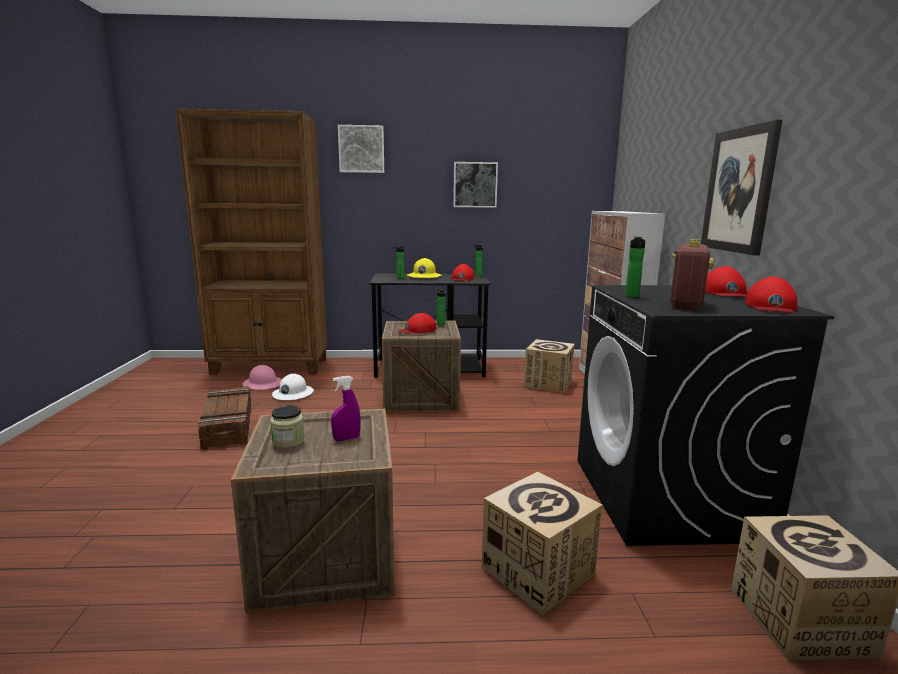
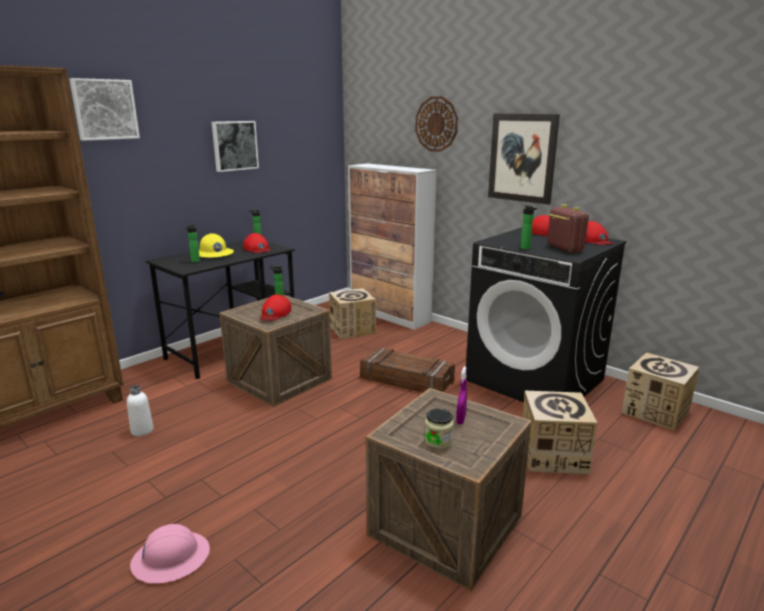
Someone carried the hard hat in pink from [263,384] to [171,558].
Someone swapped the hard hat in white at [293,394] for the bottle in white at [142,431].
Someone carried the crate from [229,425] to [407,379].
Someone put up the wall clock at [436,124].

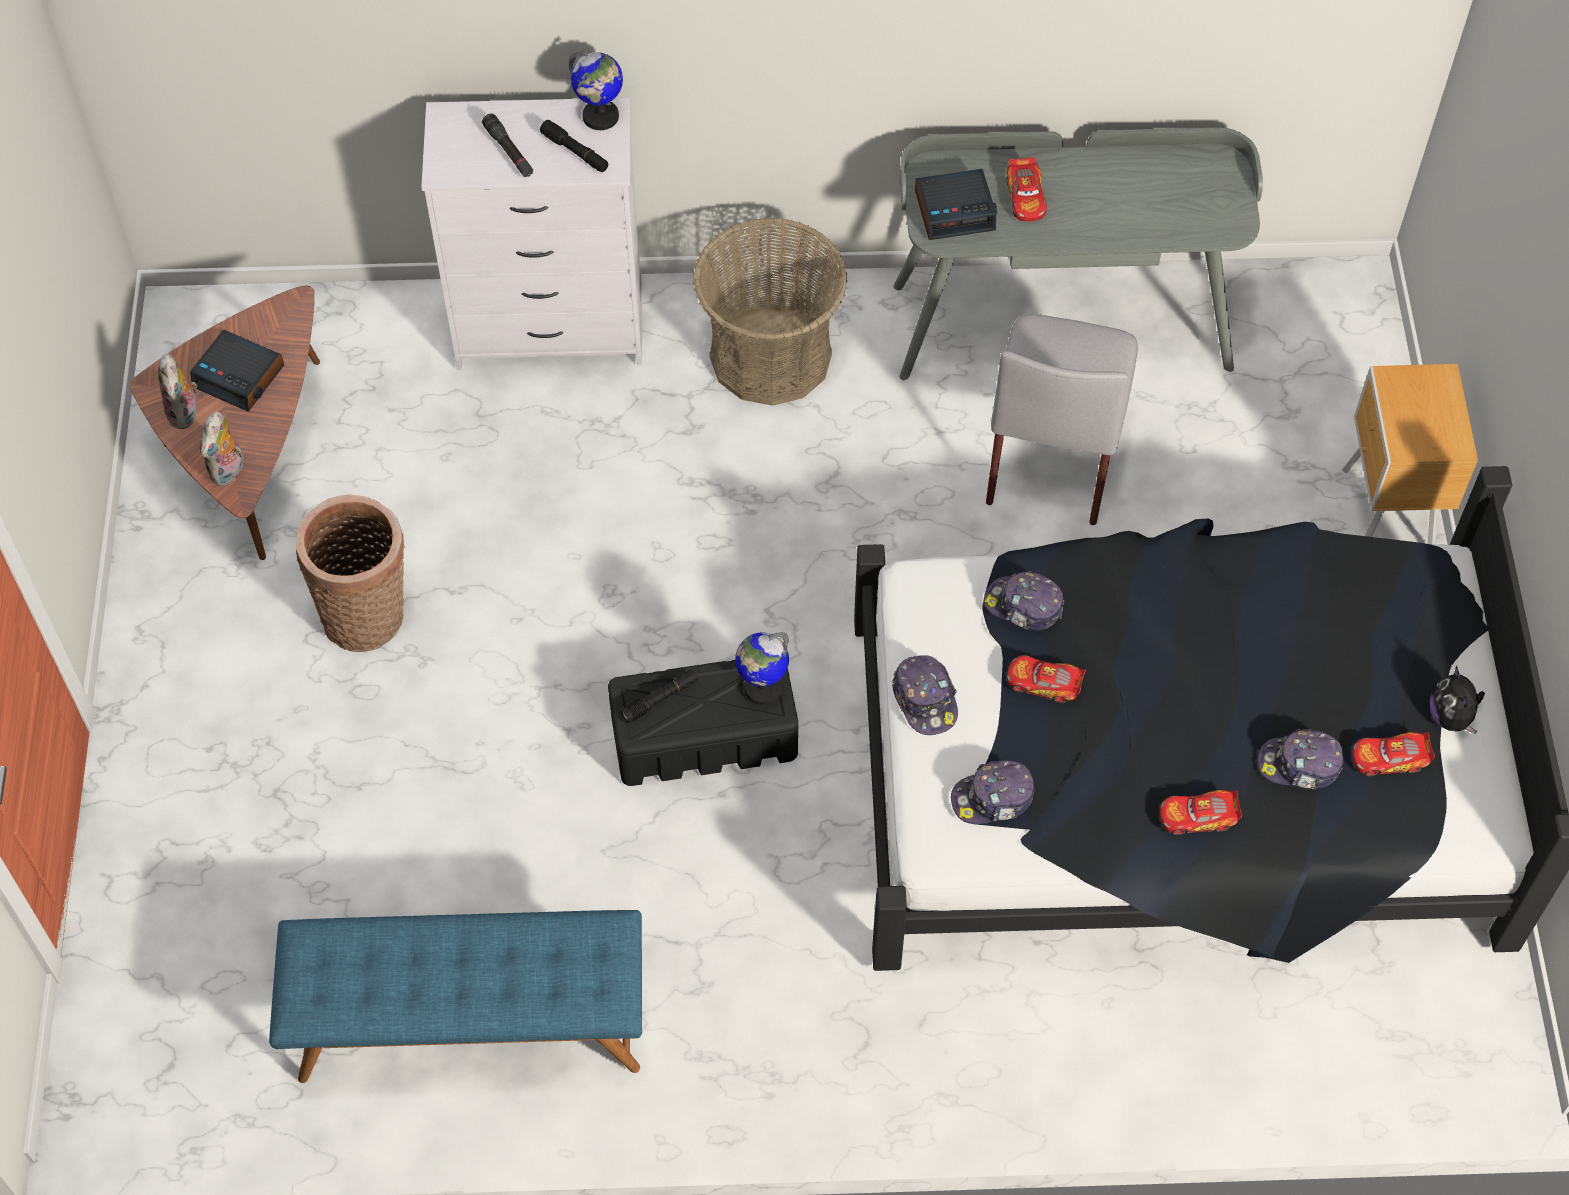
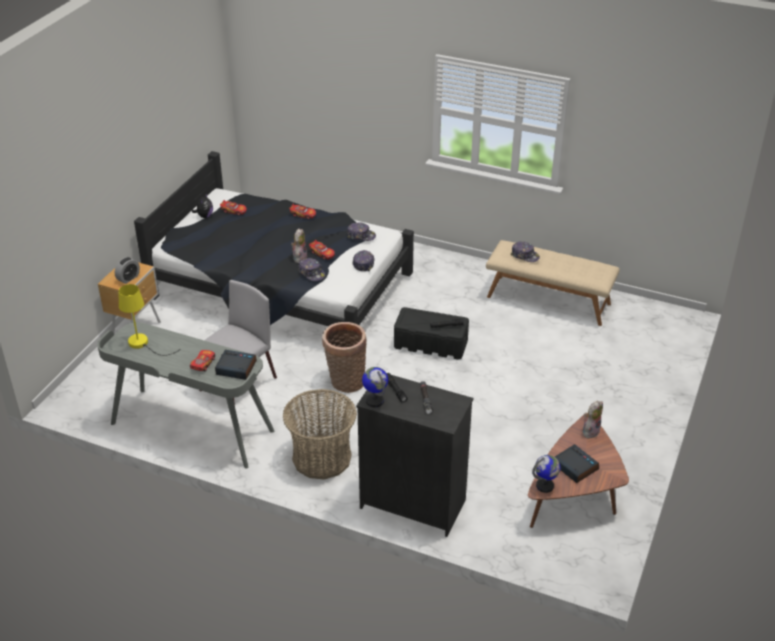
Someone repainted the dresser in white at [550,327], which became the dresser in black at [413,503].
Someone carried the plush toy from [185,413] to [299,258].
Someone carried the basket from [369,615] to [345,381].
Someone carried the globe from [762,688] to [545,486].
Someone carried the cap from [1299,765] to [525,255].
Someone repainted the bench in blue at [470,1026], which became the bench in beige at [549,300].
Someone put down the alarm clock at [128,278].
Someone put down the table lamp in yellow at [143,344].

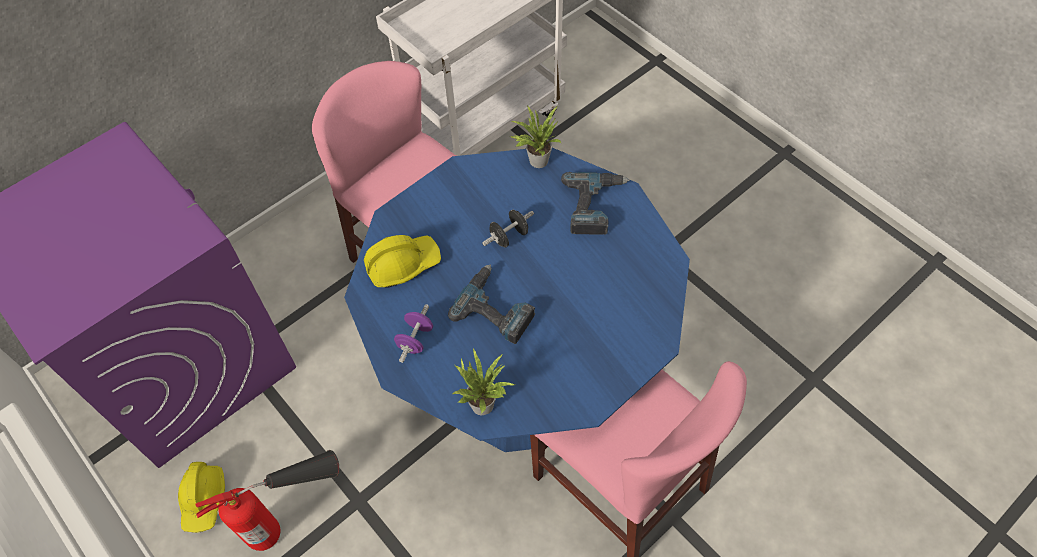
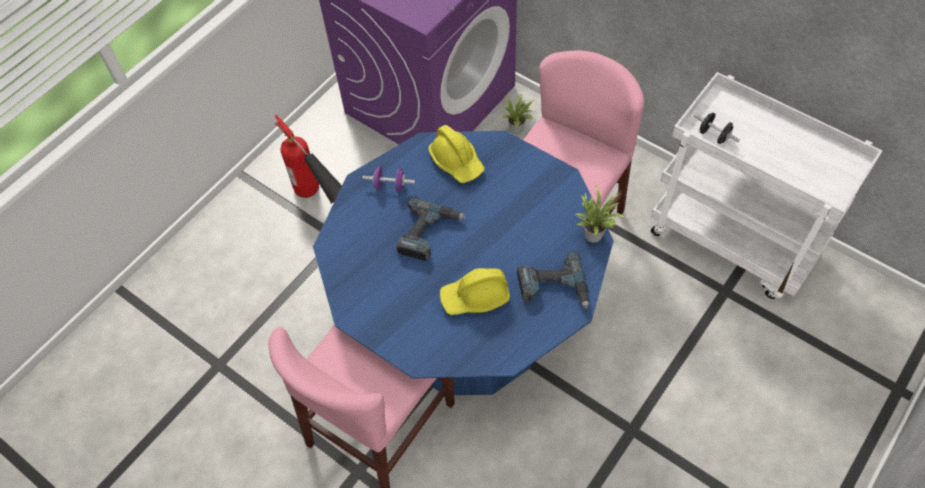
Someone carried the dumbbell in black from [509,236] to [713,135].
Someone carried the potted plant from [483,402] to [518,129].
Someone carried the hard hat in yellow from [204,499] to [475,297].

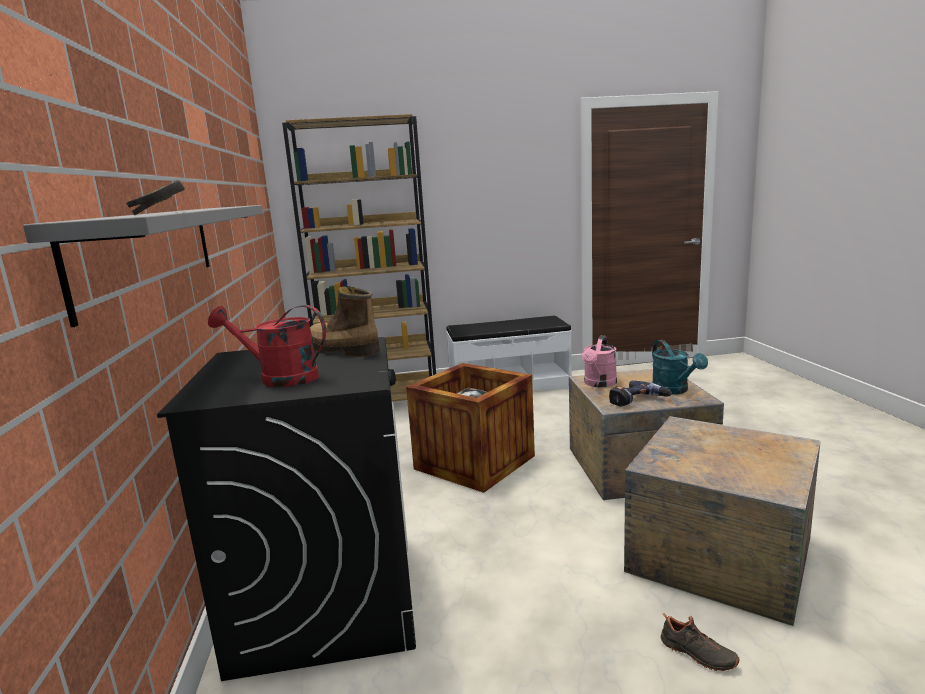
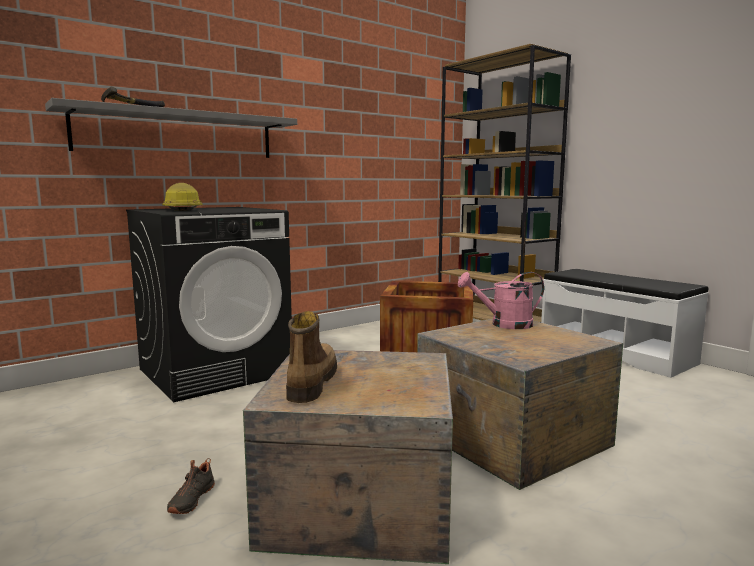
Someone carried the boot from [341,350] to [311,383].
Someone swapped the watering can in red at [279,378] for the hard hat at [183,210].
Someone took away the watering can in turquoise at [674,390].
Someone took away the power drill at [638,402].

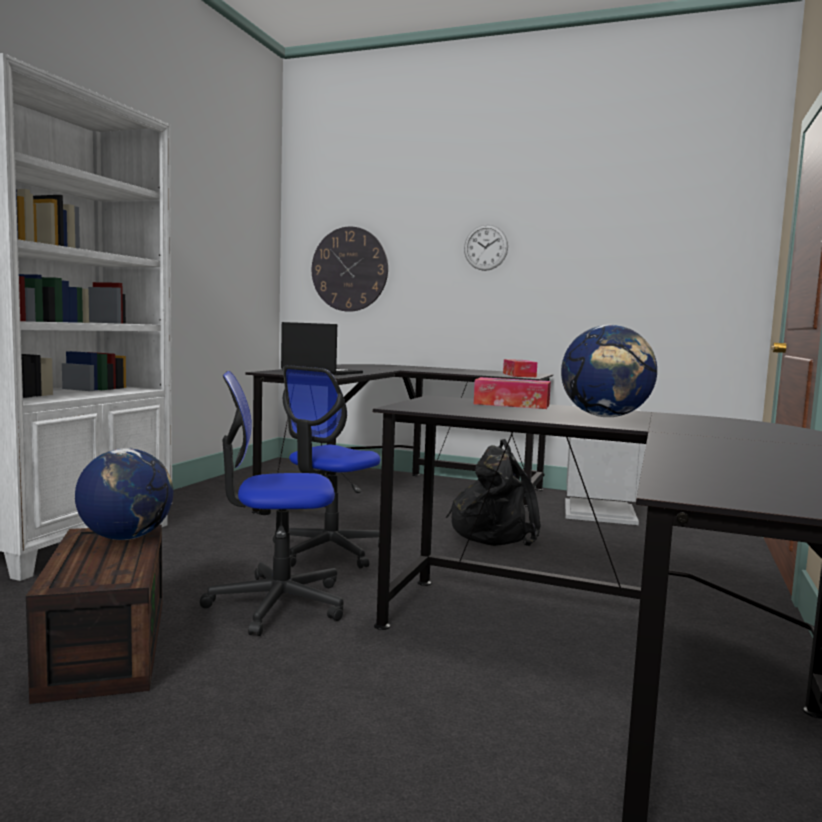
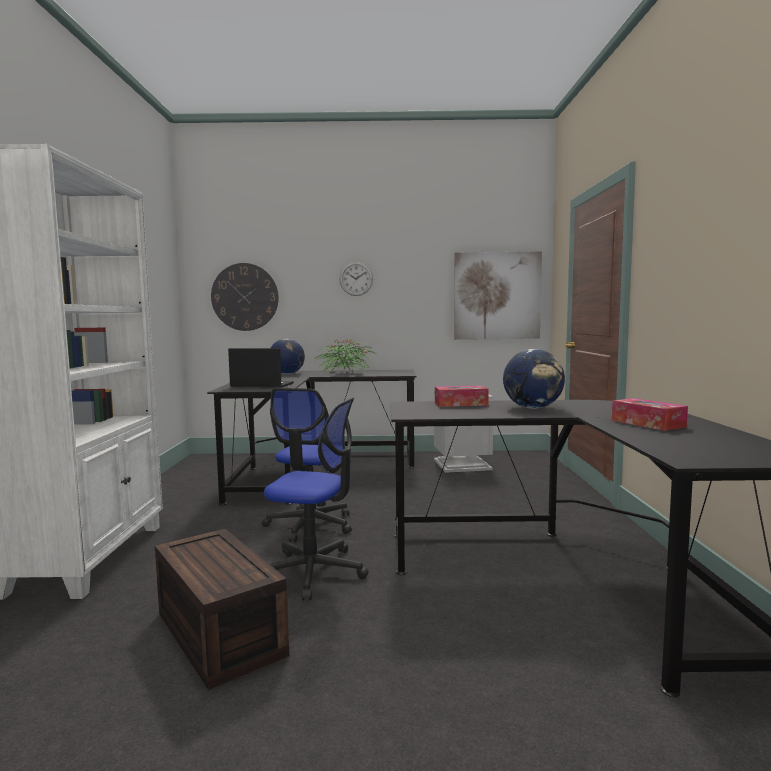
Someone carried the tissue box from [519,375] to [647,423].
Someone rotated the office chair at [277,603] by 135 degrees counterclockwise.
Someone took away the backpack in black at [494,533].
Someone carried the globe from [126,537] to [287,374].
Someone put up the picture at [497,296].
Someone put down the potted plant at [345,373].

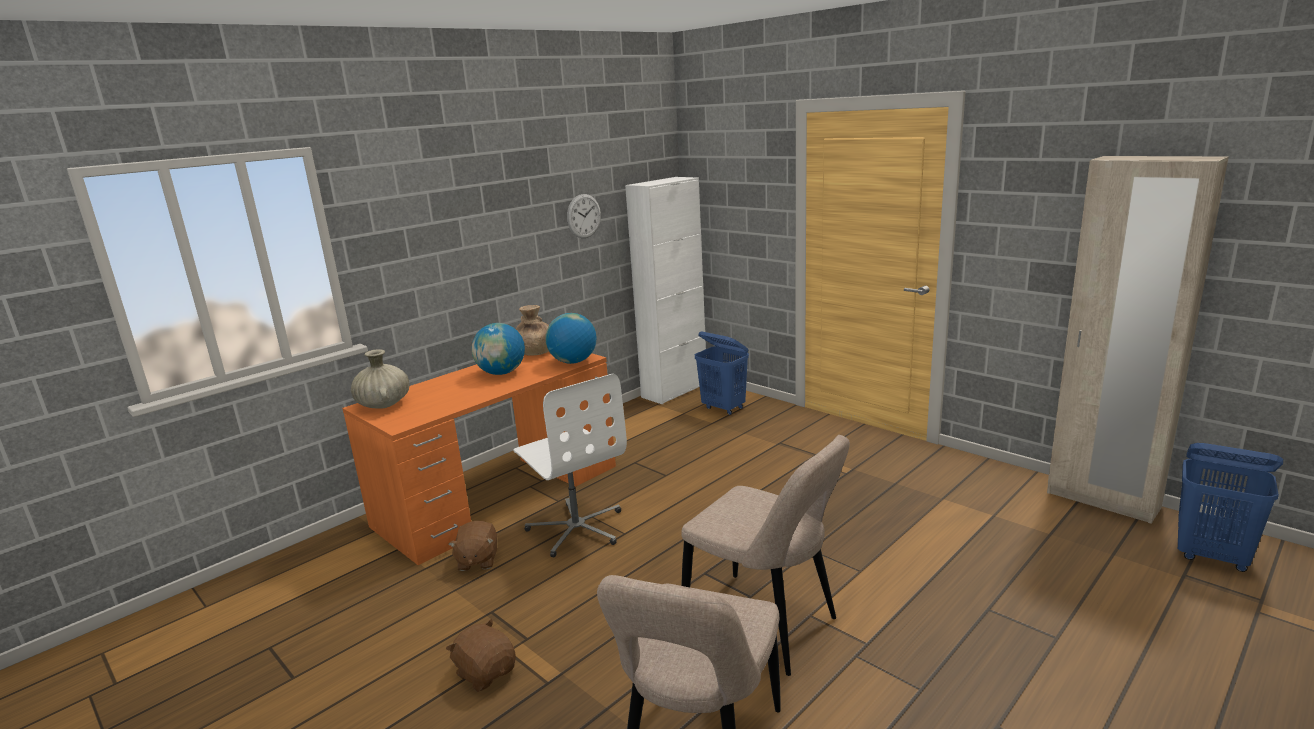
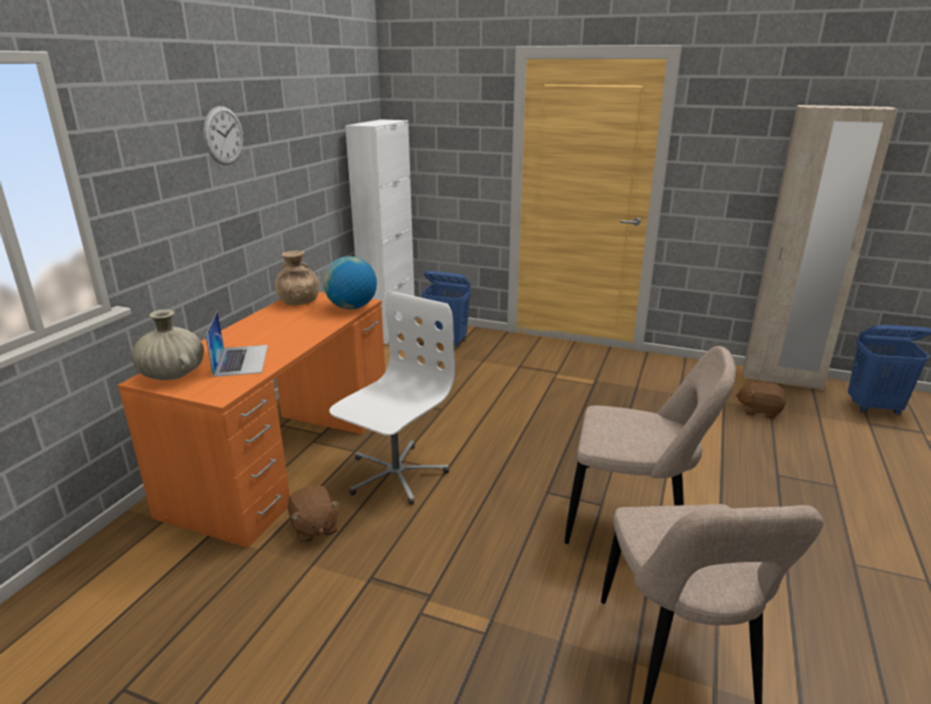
Someone carried the wall clock from [584,216] to [223,136].
Someone took away the globe at [502,373].
Someone rotated the office chair in white at [577,528] by 90 degrees counterclockwise.
Someone carried the plush toy in brown from [486,672] to [759,411].
Someone put down the laptop at [241,360].

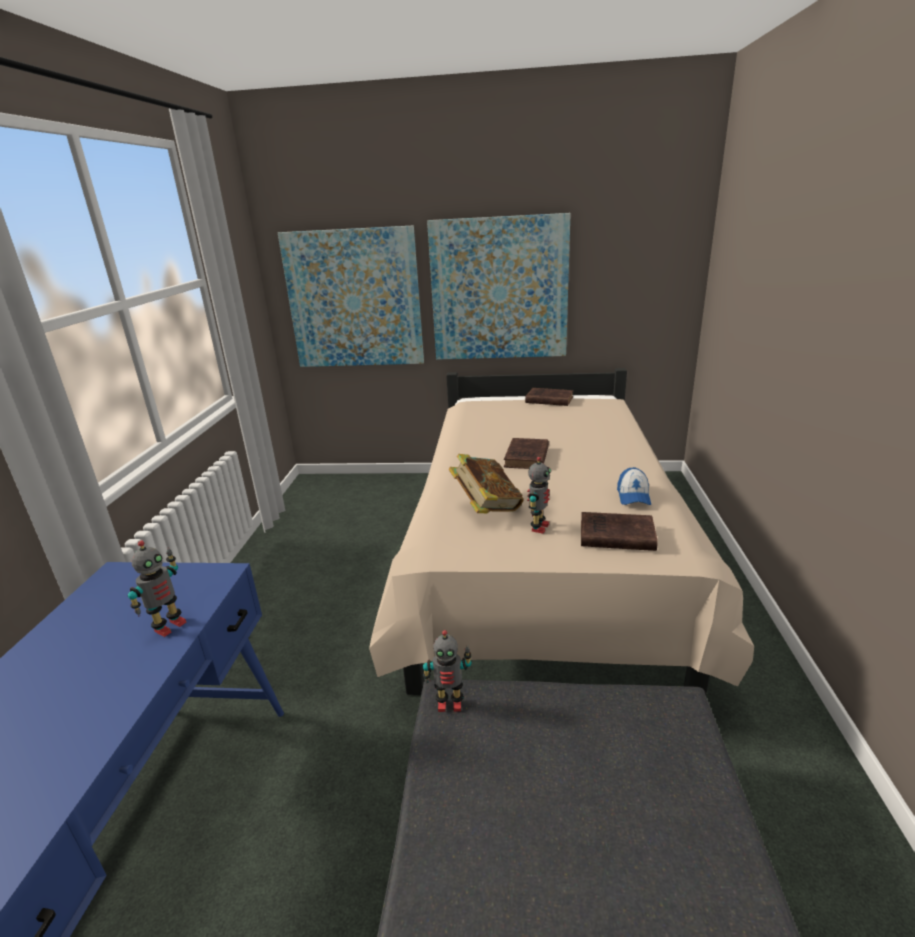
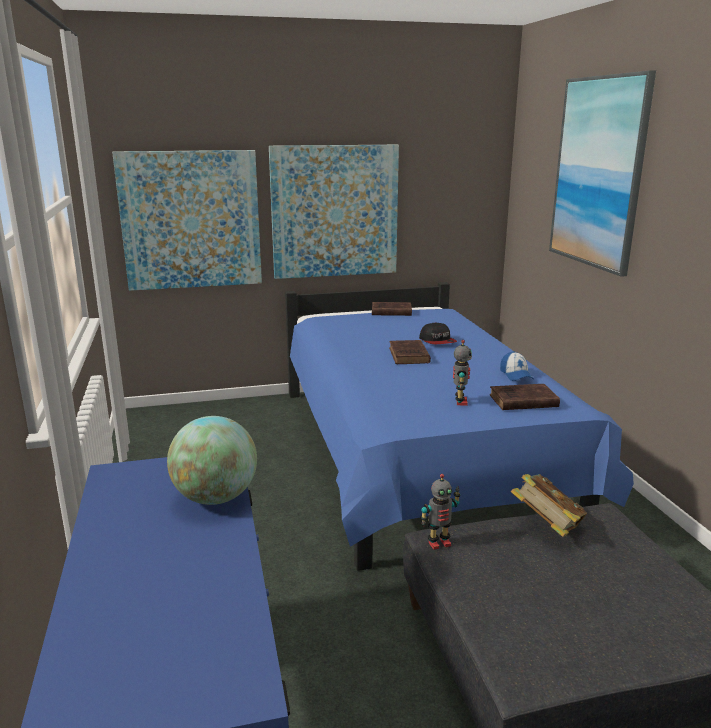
Someone repainted the bed in beige at [541,563], which became the bed in blue at [415,457].
Someone carried the book from [486,508] to [546,527].
Someone swapped the toy robot at [169,626] for the globe at [215,497].
Someone put up the picture at [598,173].
Someone put down the cap at [437,341].

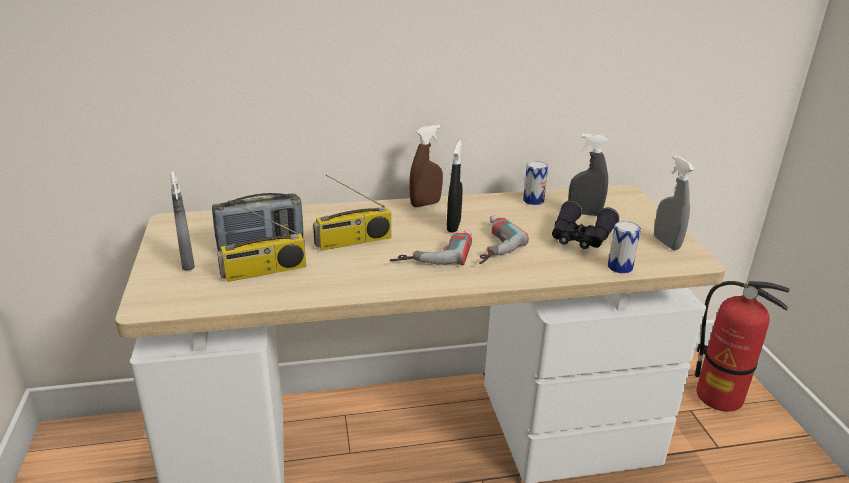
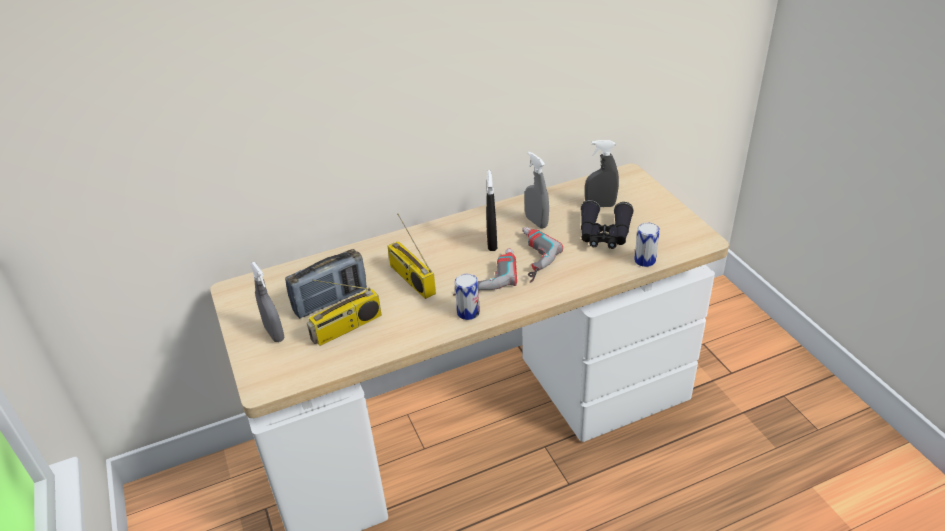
Someone took away the spray bottle in brown at [425,204].
Someone carried the spray bottle in grey from [666,243] to [536,222].
Someone carried the can from [533,201] to [468,312].
Someone rotated the radio at [353,241] by 90 degrees clockwise.
Someone took away the fire extinguisher at [719,397].

